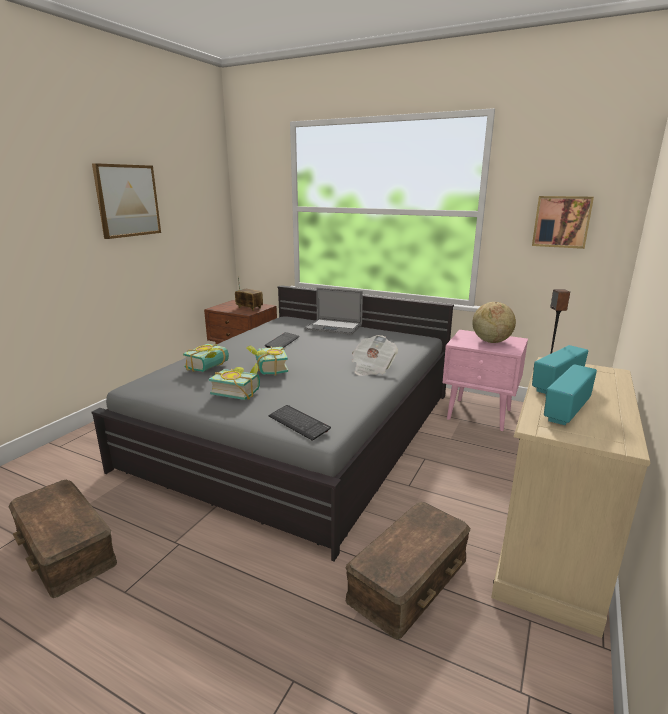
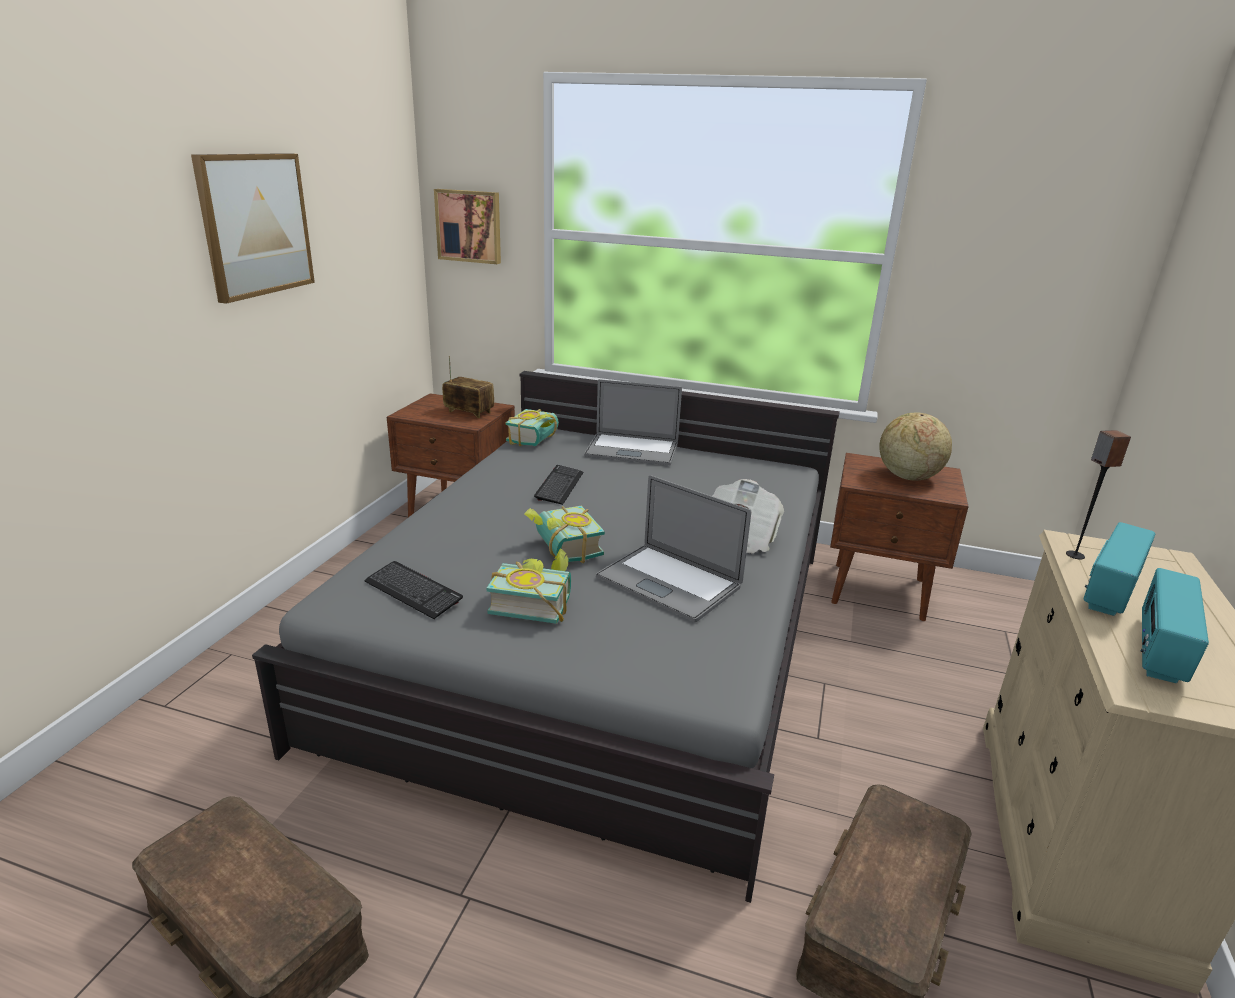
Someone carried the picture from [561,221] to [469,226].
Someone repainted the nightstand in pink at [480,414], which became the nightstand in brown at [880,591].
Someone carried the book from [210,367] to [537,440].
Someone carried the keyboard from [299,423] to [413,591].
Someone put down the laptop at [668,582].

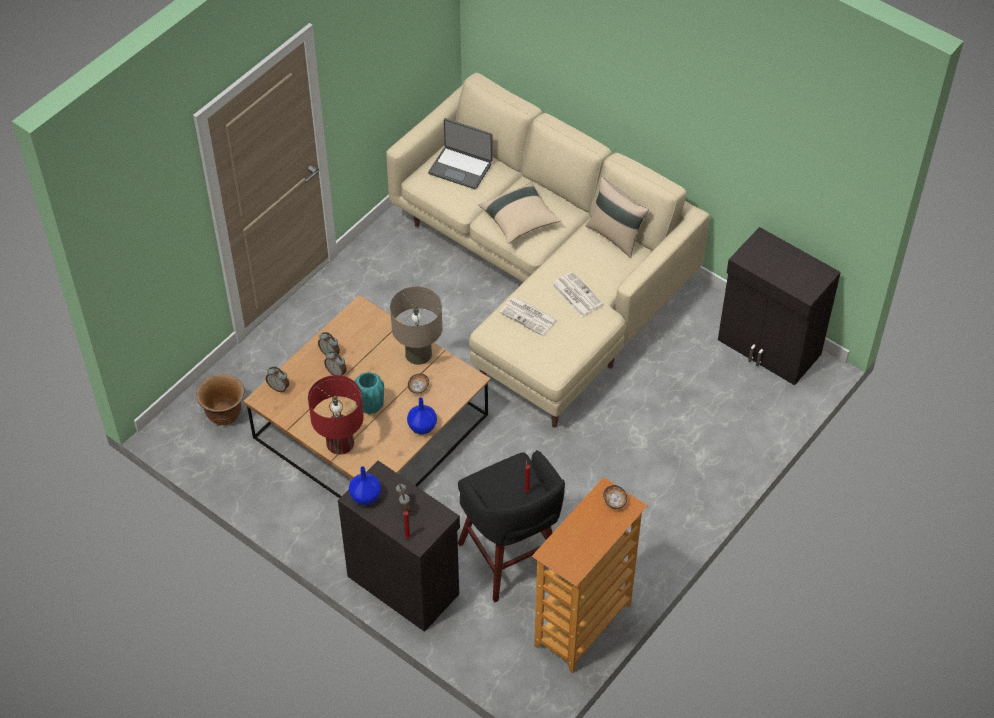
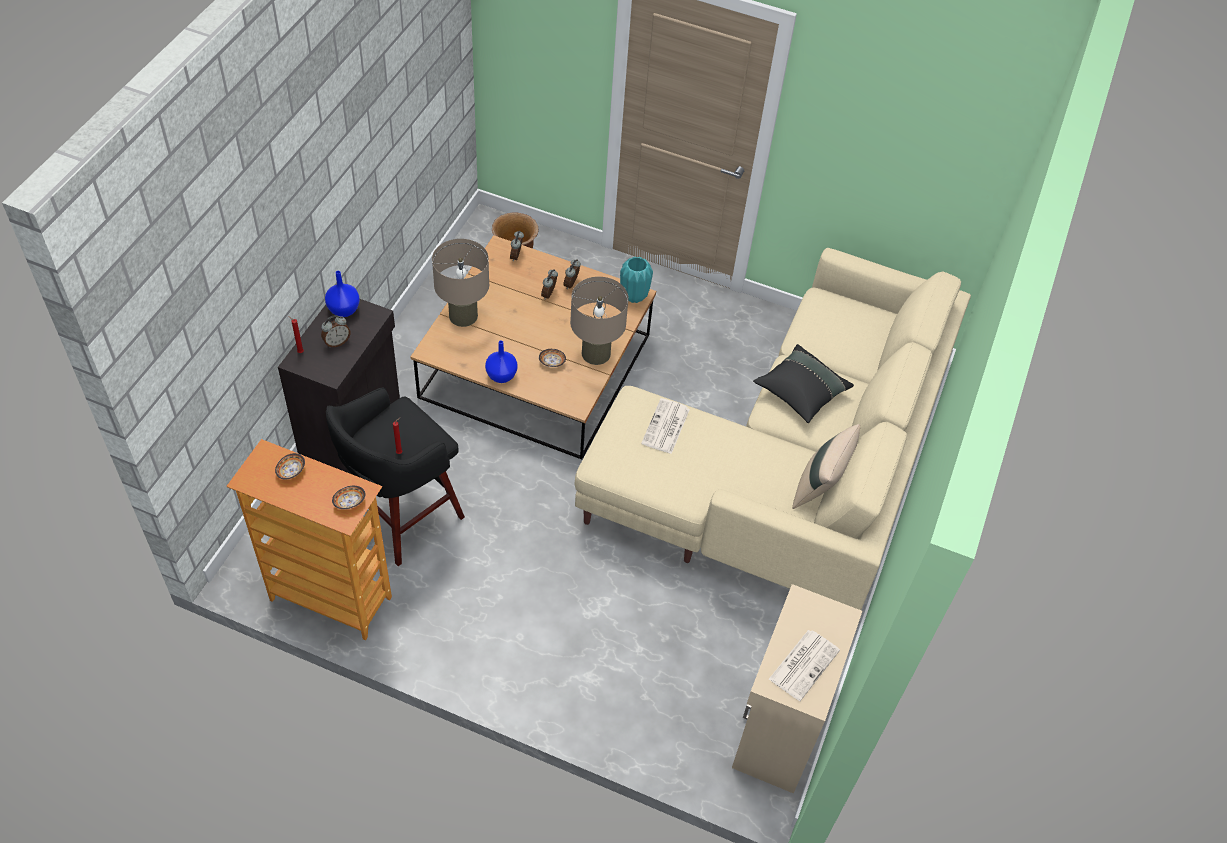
Someone took away the laptop at [461,168].
Someone repainted the pillow in beige at [519,221], which became the pillow in black at [800,392].
Someone repainted the cabinet in black at [769,348], which became the cabinet in beige at [778,728].
Someone carried the newspaper from [576,294] to [804,664].
Someone carried the vase in turquoise from [370,406] to [634,296].
Someone repainted the table lamp in red at [340,443], which became the table lamp in beige at [463,316].
Someone put down the bowl at [291,471].

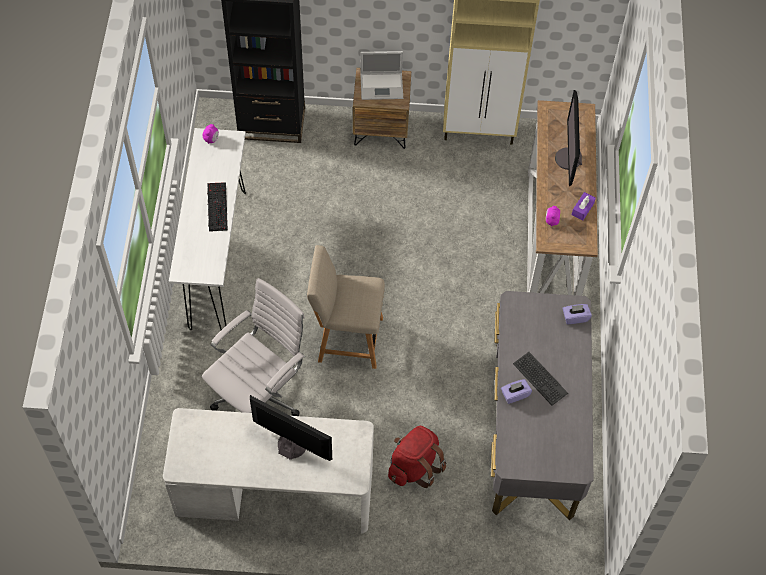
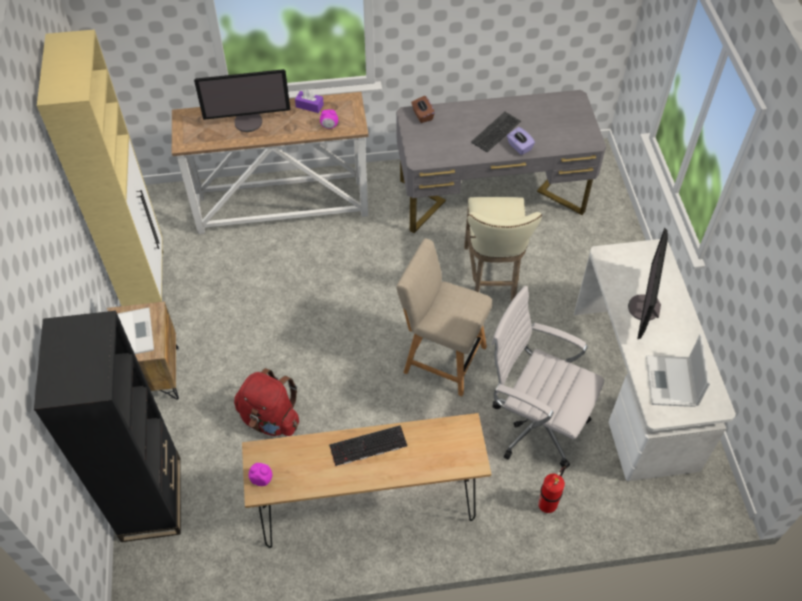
Someone repainted the console table in white at [217,259], which became the console table in brown at [369,512].
Someone rotated the chair in beige at [346,339] by 120 degrees clockwise.
Someone repainted the tissue box in purple at [575,317], which became the tissue box in brown at [422,115].
Someone carried the backpack in red from [414,466] to [270,419].
Someone put down the stool in beige at [491,277].
Someone put down the laptop at [672,382].
Someone put down the fire extinguisher at [548,503].

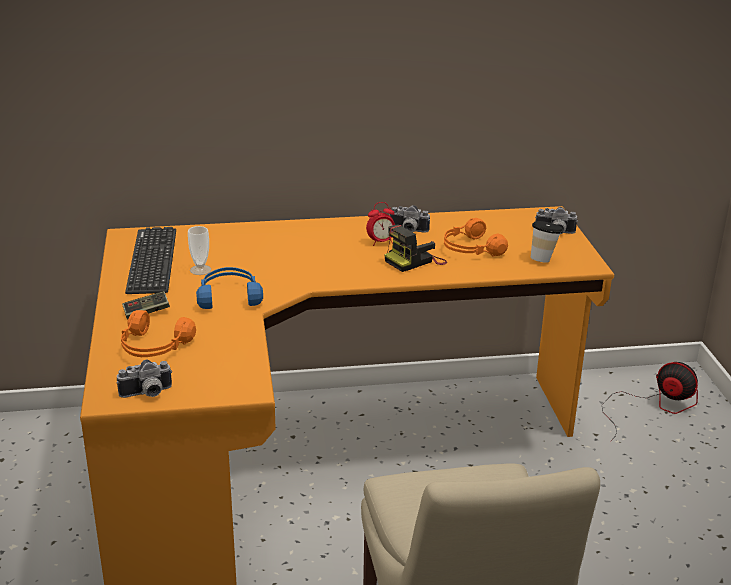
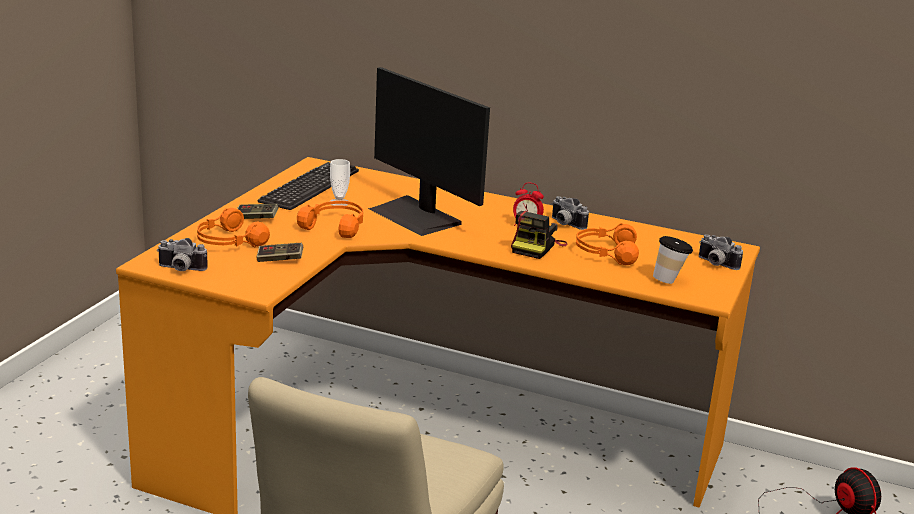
Someone rotated the photo camera at [415,261] by 60 degrees counterclockwise.
Someone repainted the headphones in blue at [229,296], which became the headphones in orange at [335,226].
Someone put down the monitor at [416,216].
Someone put down the game controller at [280,260].

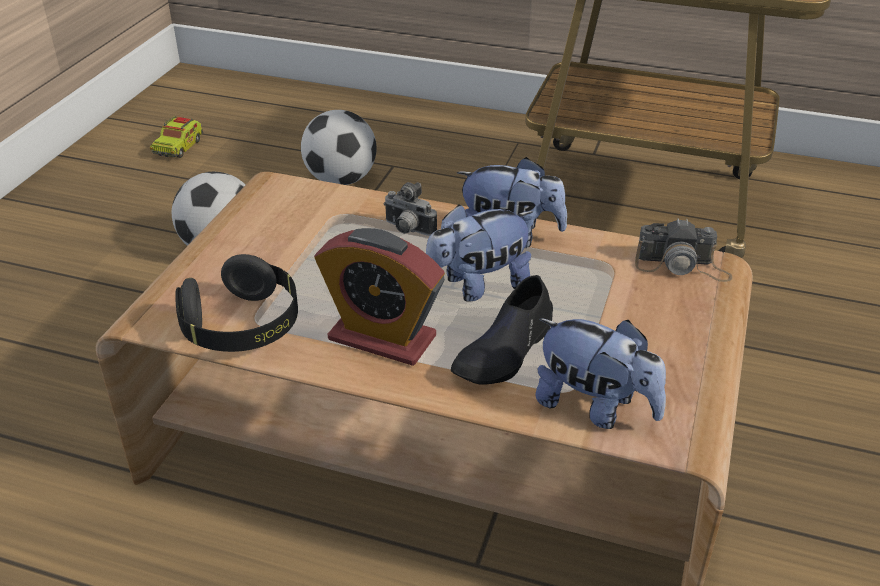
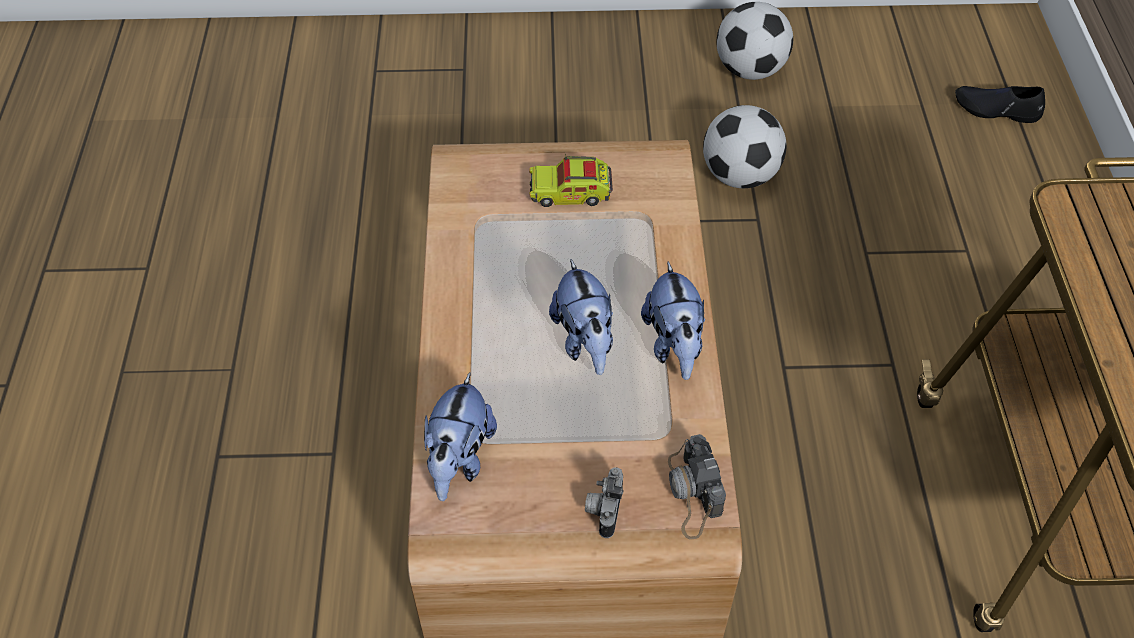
Someone carried the football from [341,180] to [749,70].
Someone carried the toy truck from [179,147] to [570,192].
Someone carried the photo camera from [407,230] to [603,509].
Someone rotated the plush toy at [477,286] by 150 degrees counterclockwise.
Someone took away the alarm clock at [382,338].
Someone took away the headphones in black at [242,327].
Someone carried the shoe in black from [504,351] to [996,109].

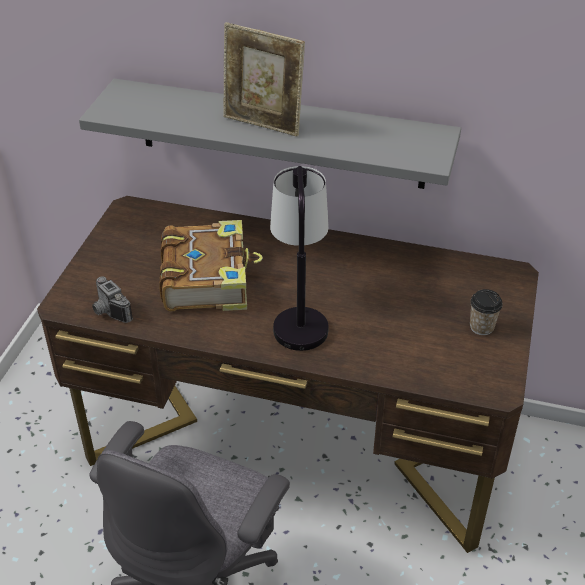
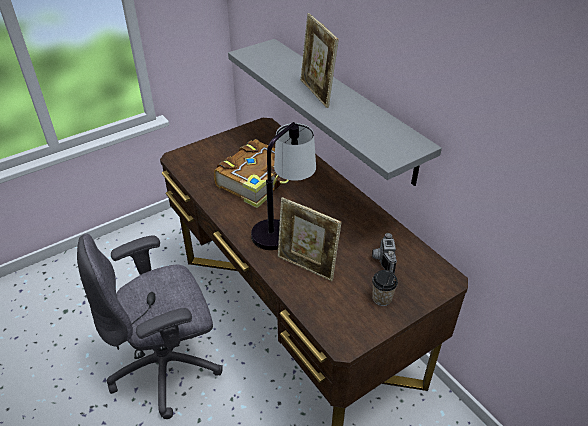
Someone carried the photo camera from [108,312] to [382,259].
Someone put down the picture frame at [306,266].

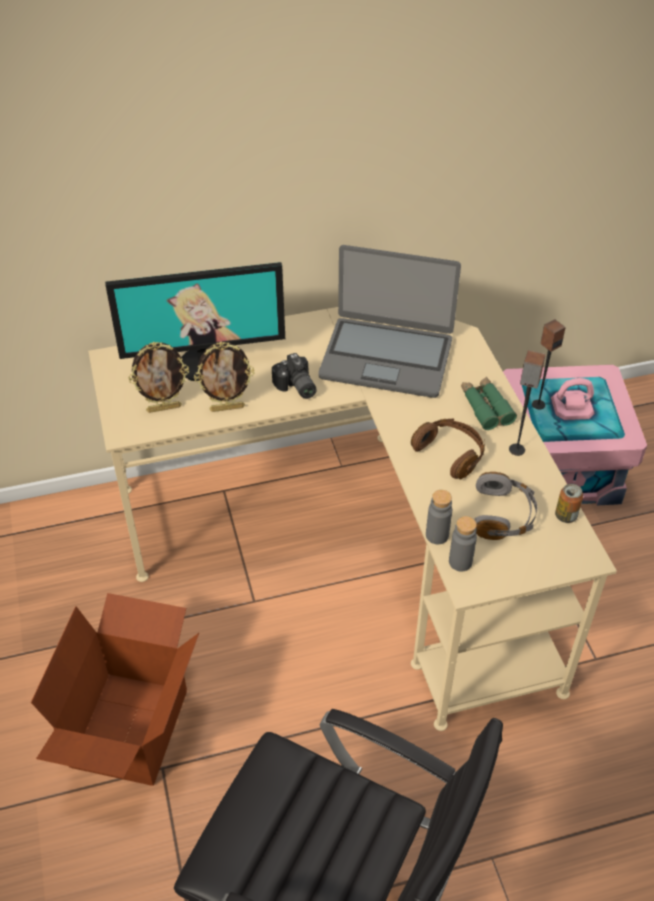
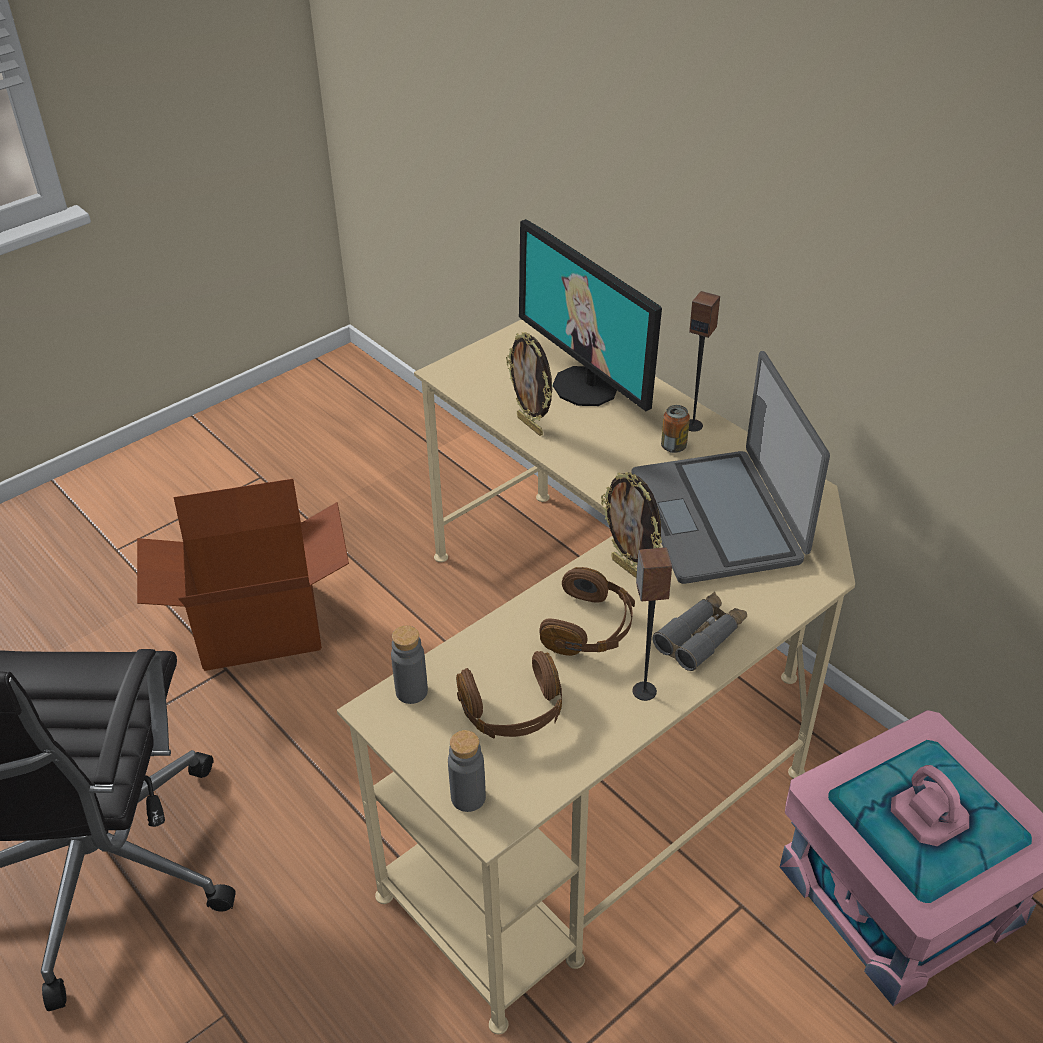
Someone carried the speaker from [538,404] to [693,425].
Someone carried the picture frame from [164,408] to [629,569].
Someone took away the photo camera at [295,387].
Someone repainted the binoculars in green at [485,407], which became the binoculars in grey at [701,637].
Someone repainted the headphones in grey at [503,516], which became the headphones in brown at [513,711].
Someone carried the can from [566,516] to [673,447].
Someone carried the bottle in grey from [437,535] to [468,797].

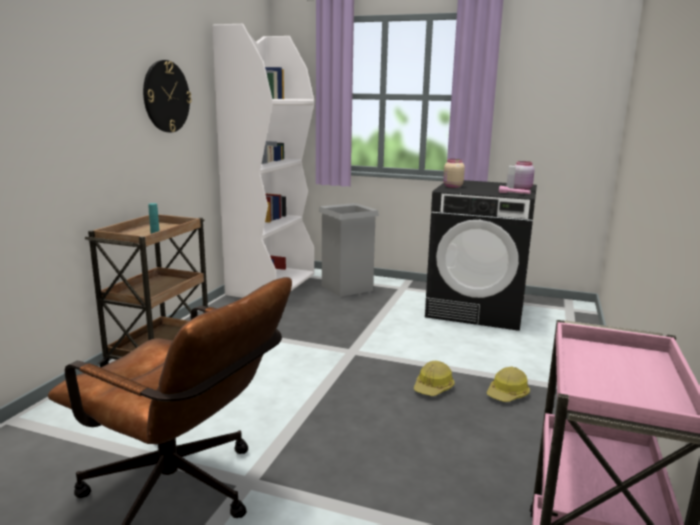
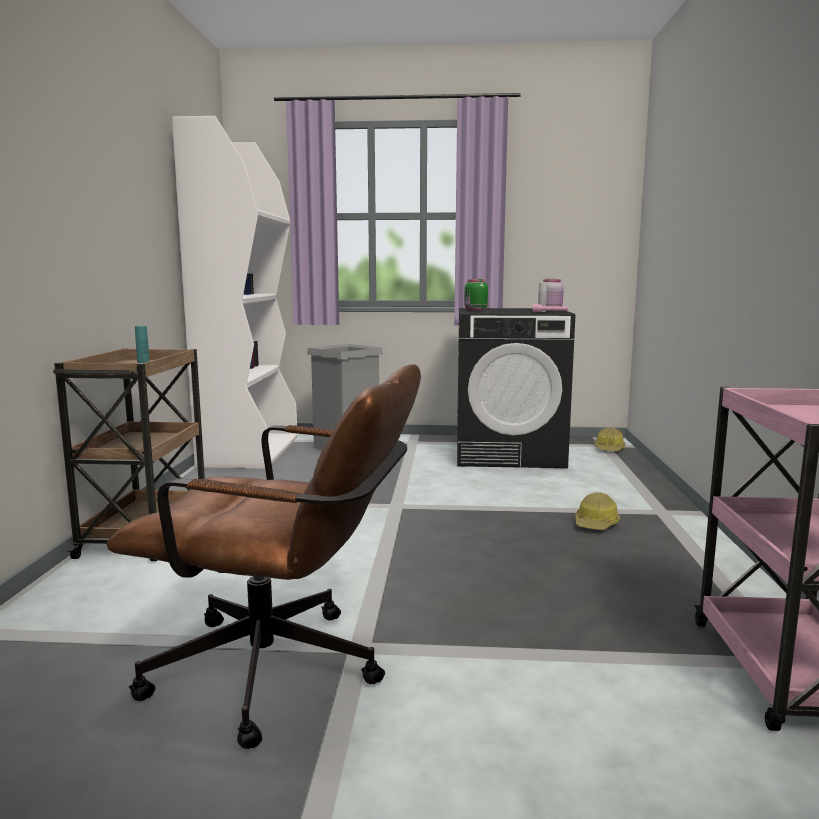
Someone took away the wall clock at [166,96].
Someone repainted the jar in beige at [452,186], which became the jar in green at [475,310].
Someone carried the hard hat from [433,388] to [609,449].

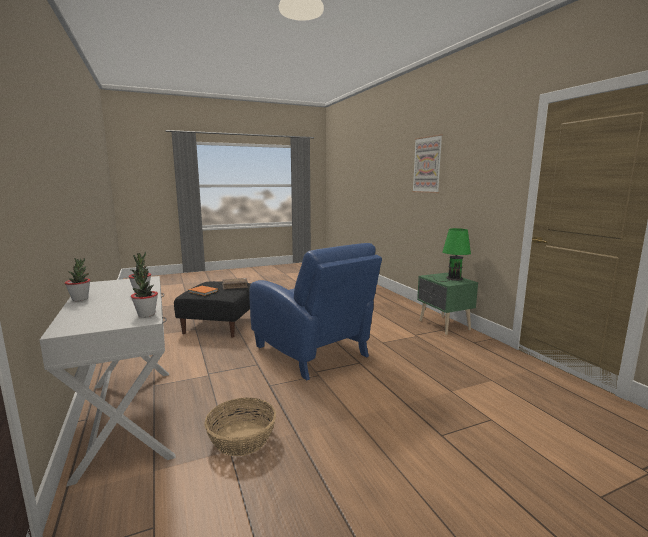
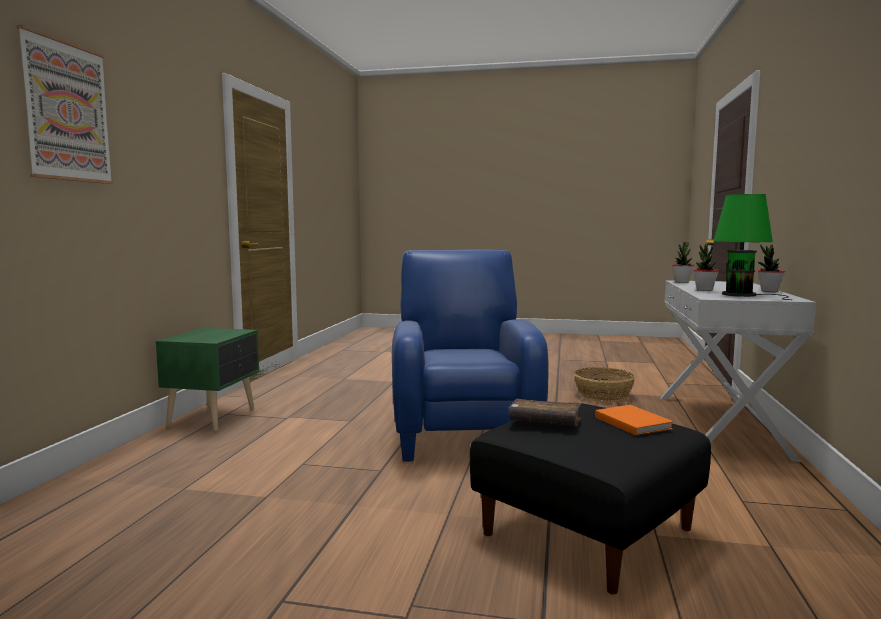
Someone carried the table lamp in green from [452,278] to [743,295].

